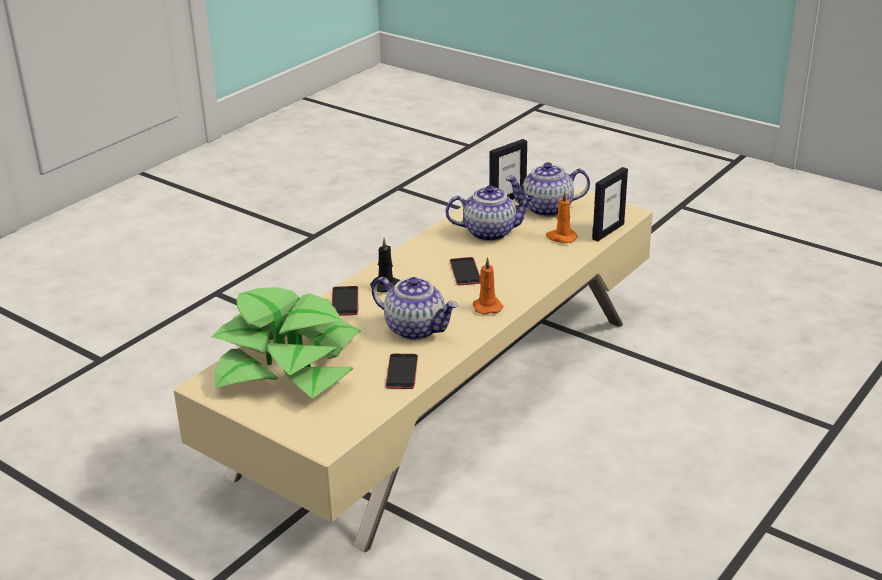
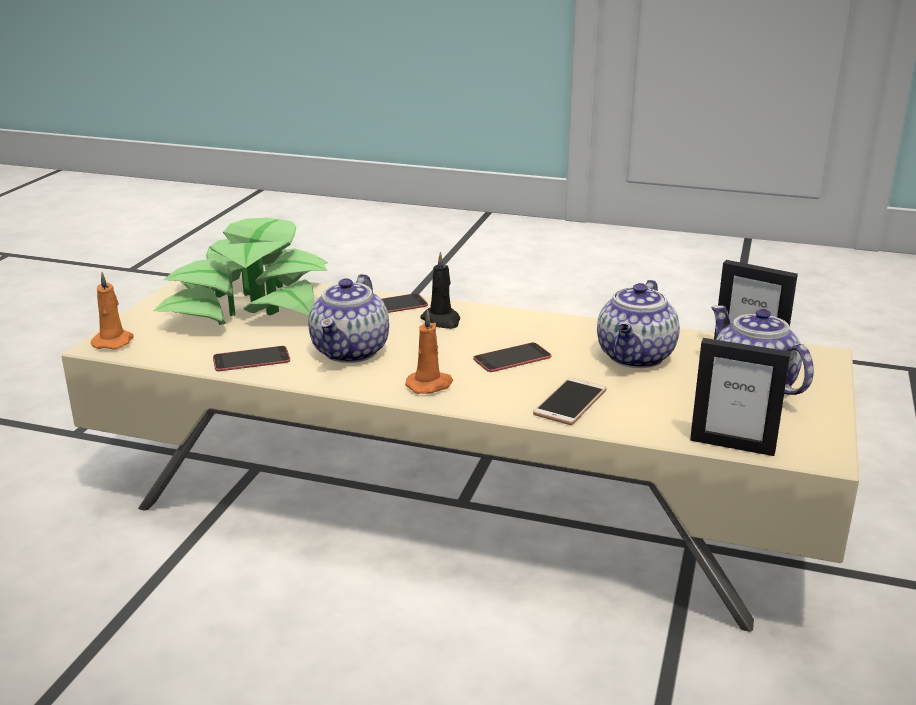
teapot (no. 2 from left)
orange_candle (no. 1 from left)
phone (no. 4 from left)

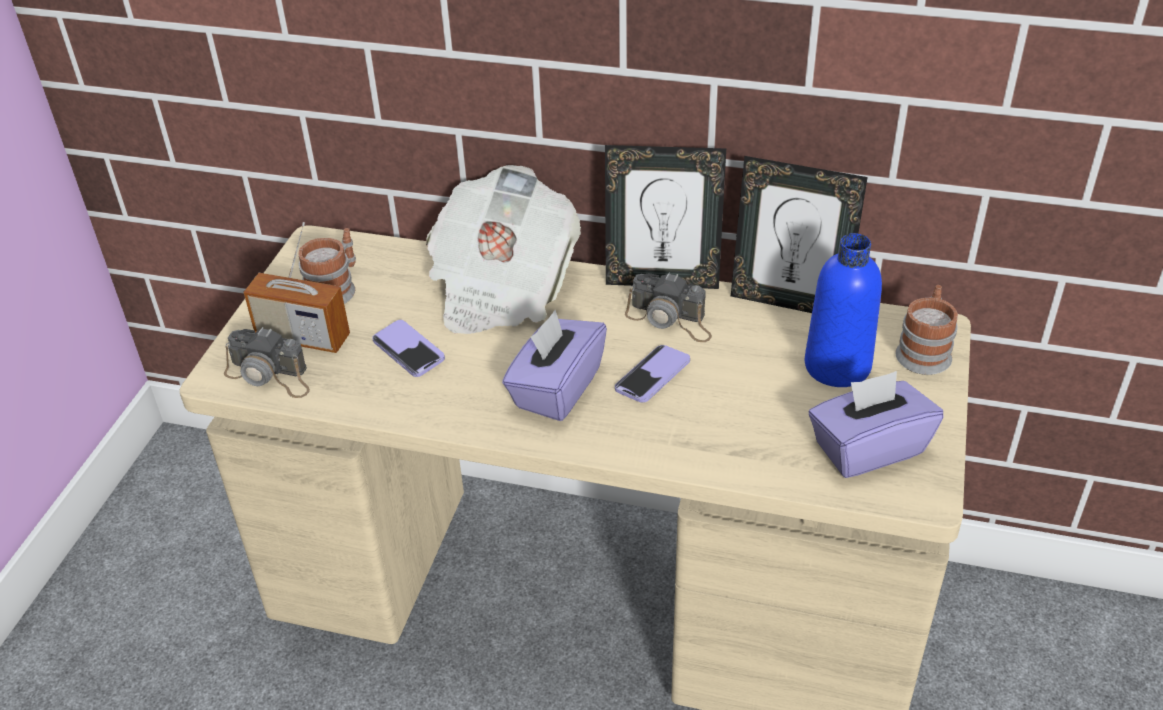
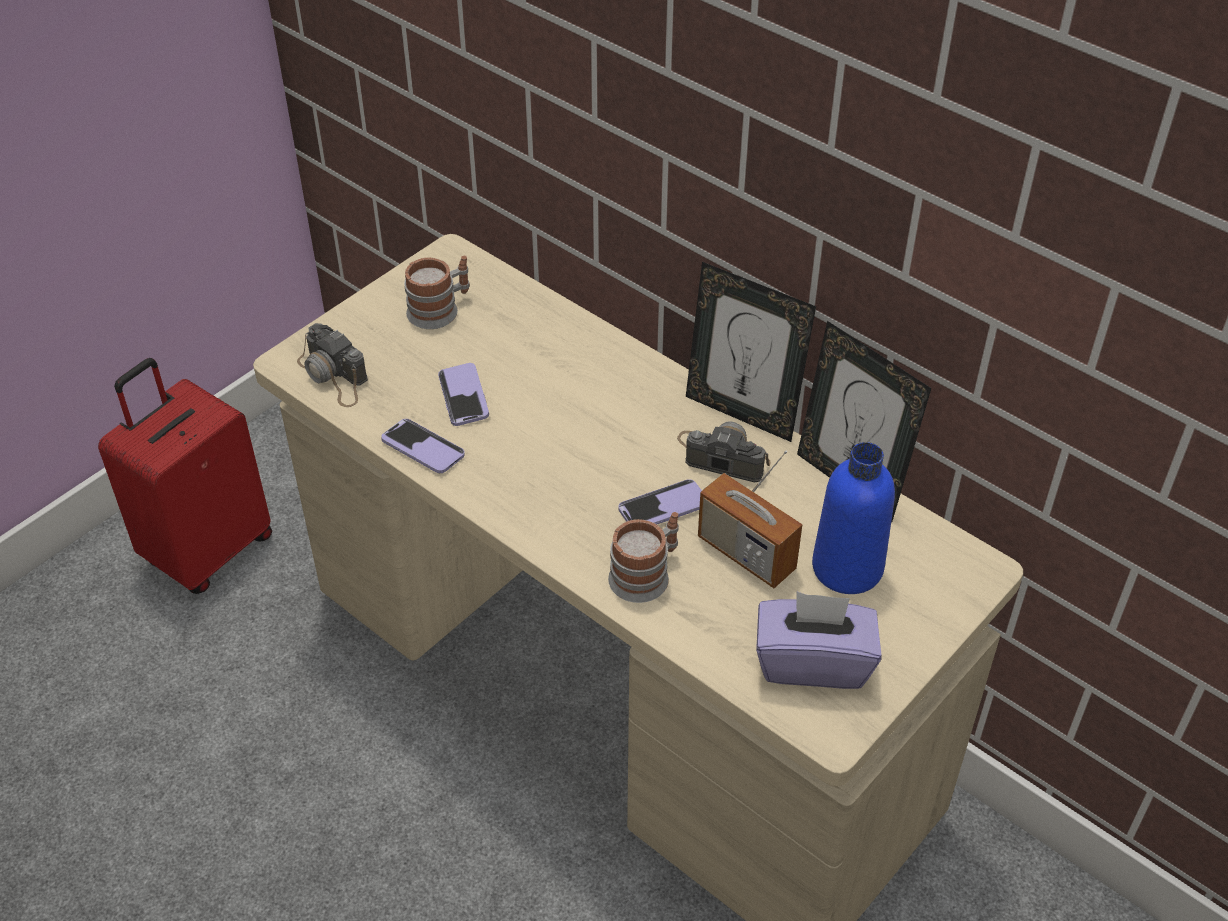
newspaper
radio
photo_camera (no. 2 from left)
mug (no. 2 from left)
purple_tissue_box (no. 1 from left in the first image)
red_suitcase
phone (no. 1 from left)

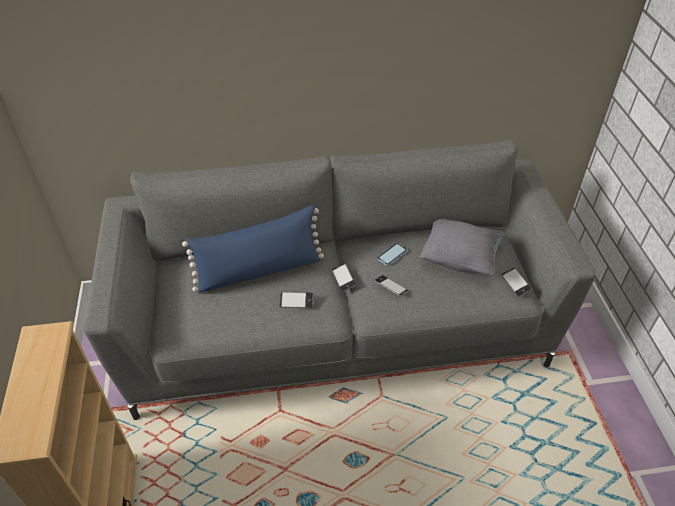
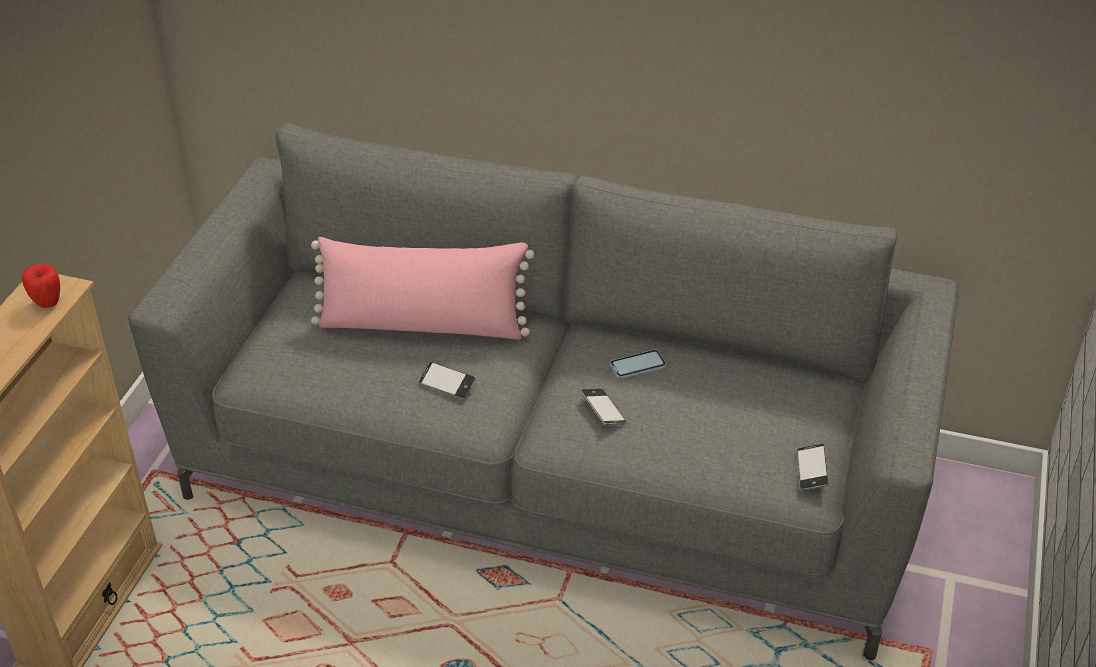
pink_pillow
grey_pillow
phone (no. 2 from left in the first image)
apple

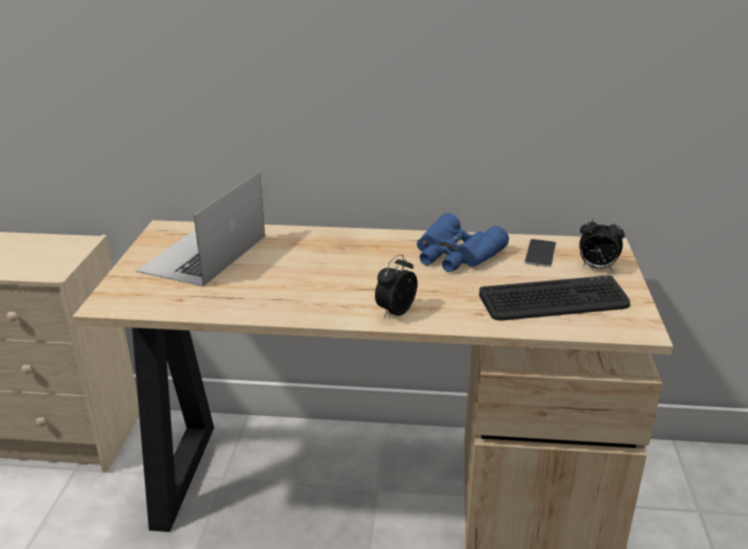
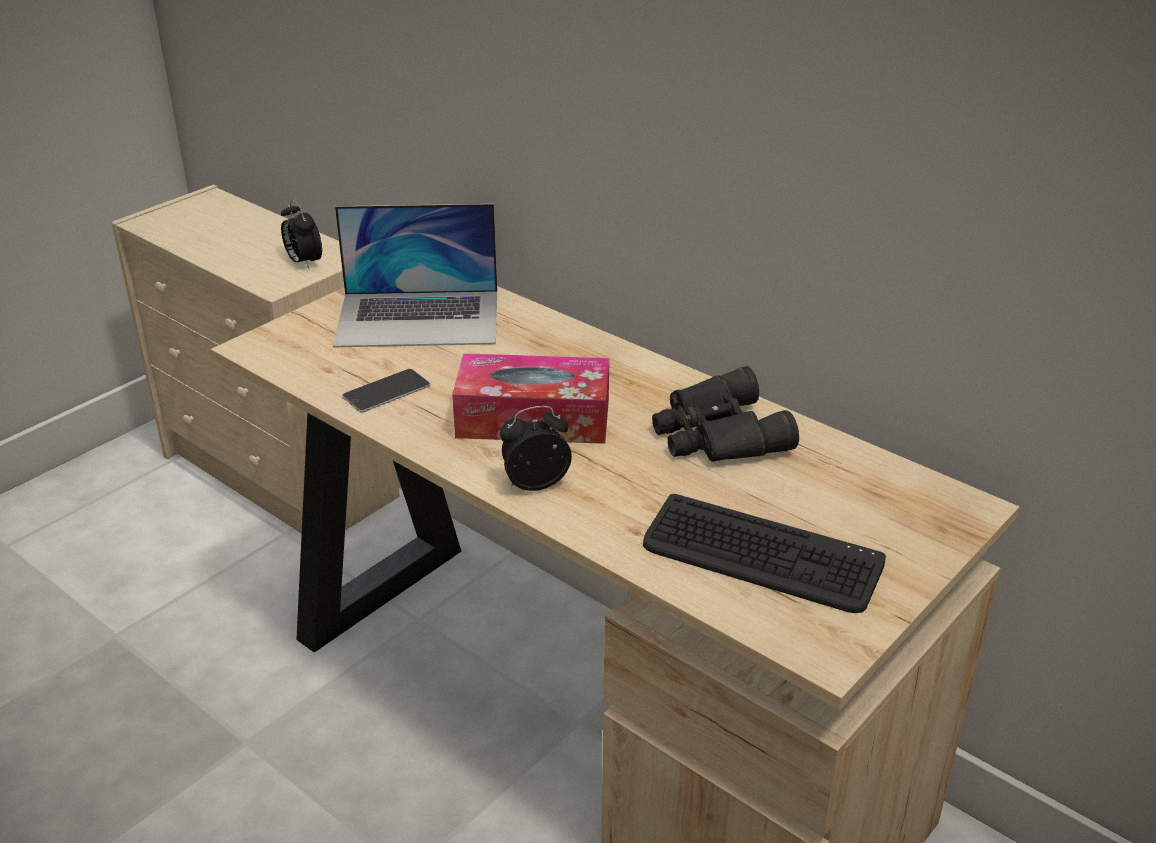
laptop
black_binoculars
alarm_clock (no. 1 from left)
phone
tissue_box

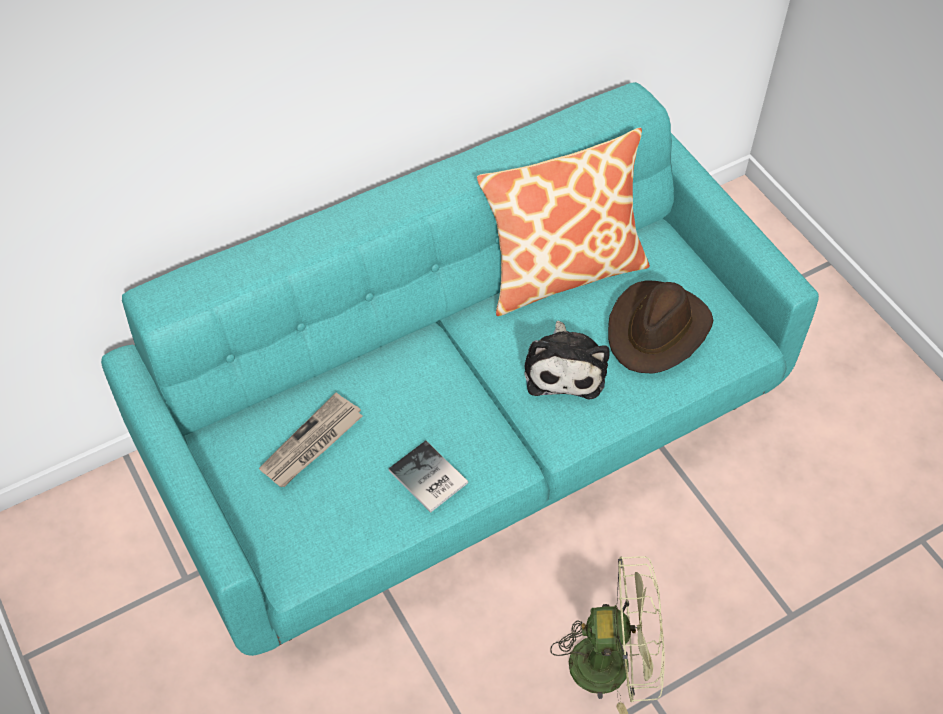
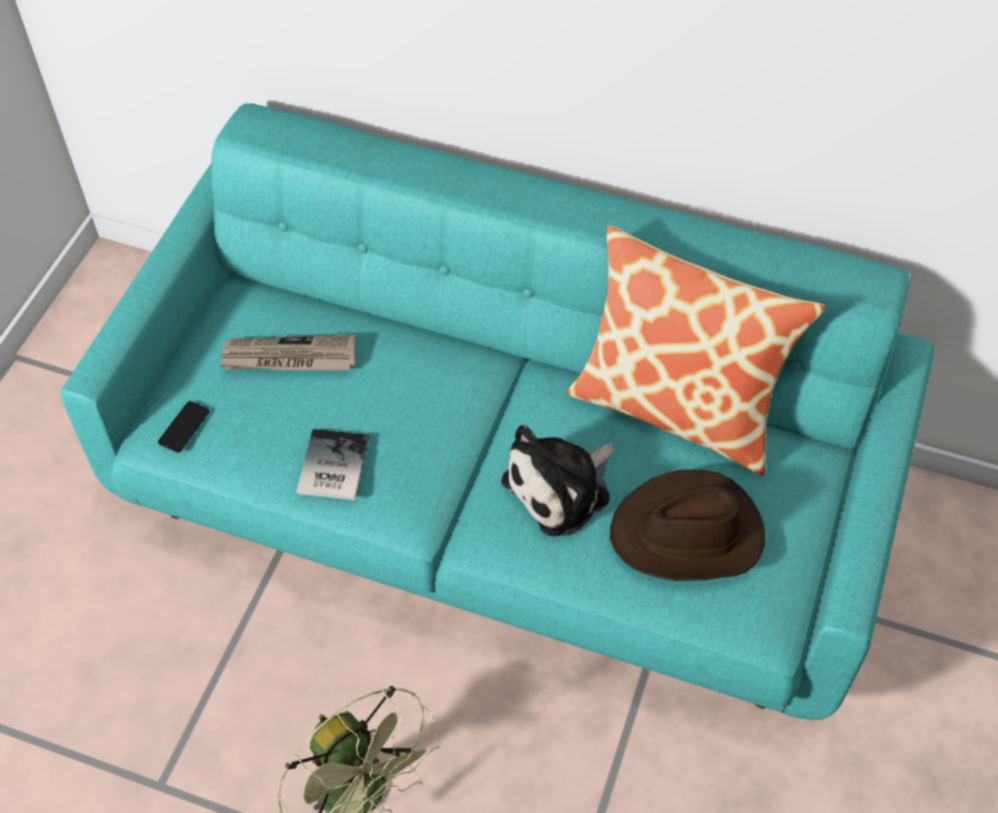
phone

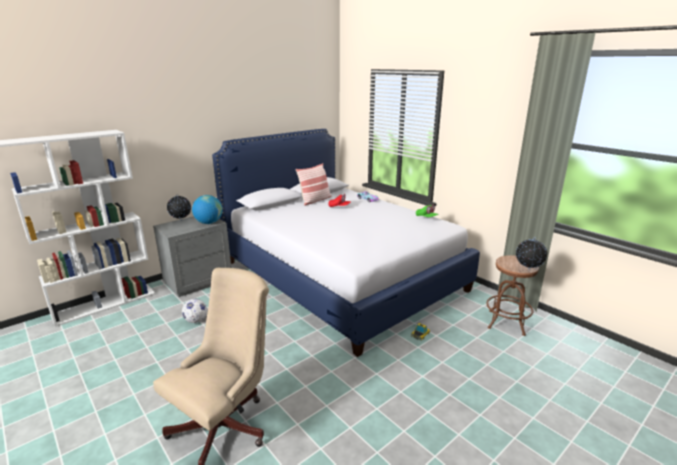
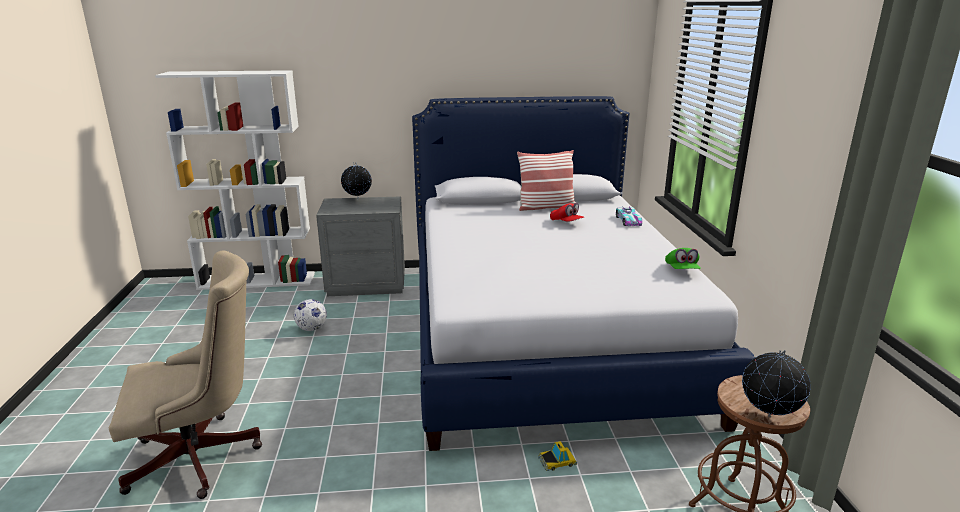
globe (no. 2 from left in the first image)

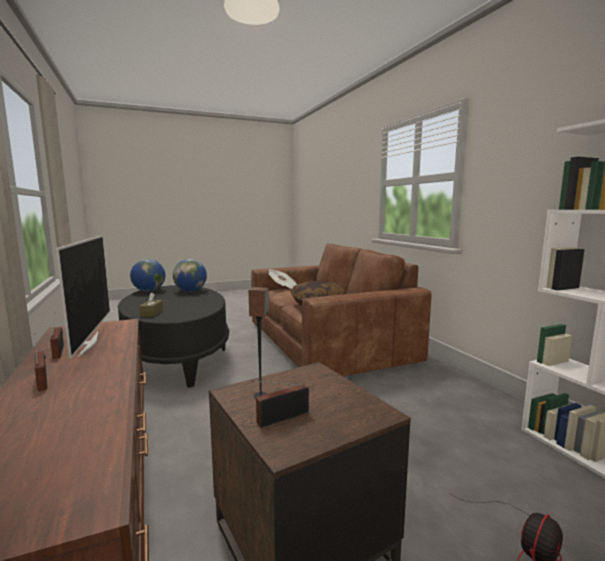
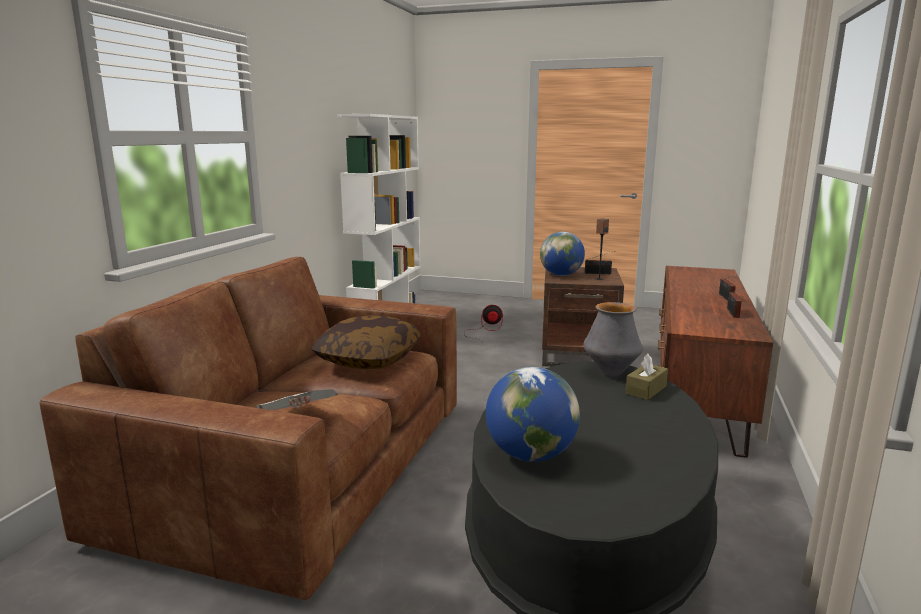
television
globe (no. 2 from left)
vase

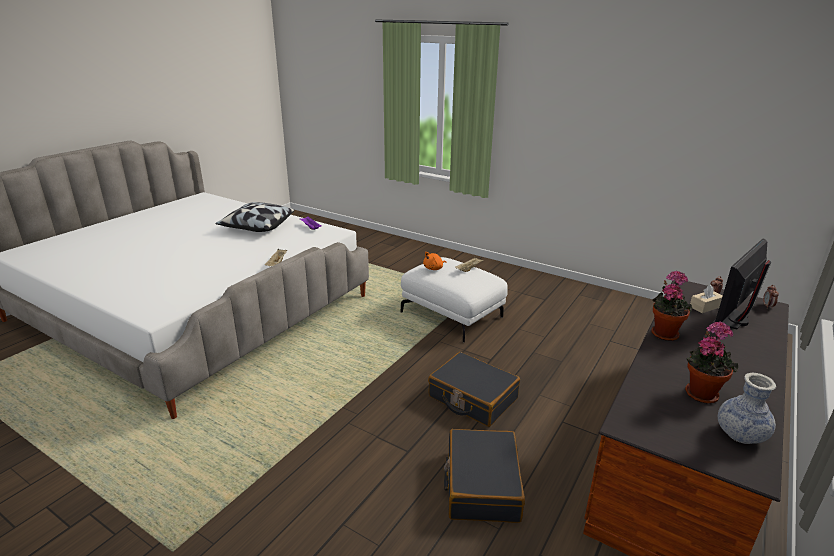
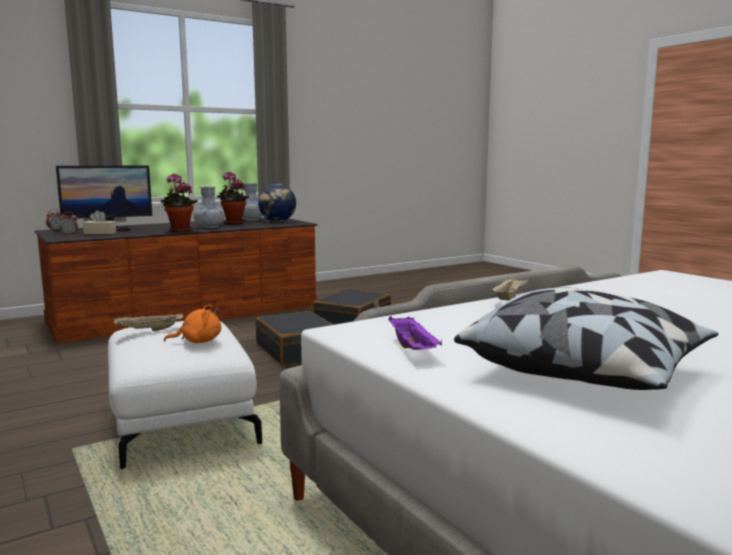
globe
vase (no. 1 from left)

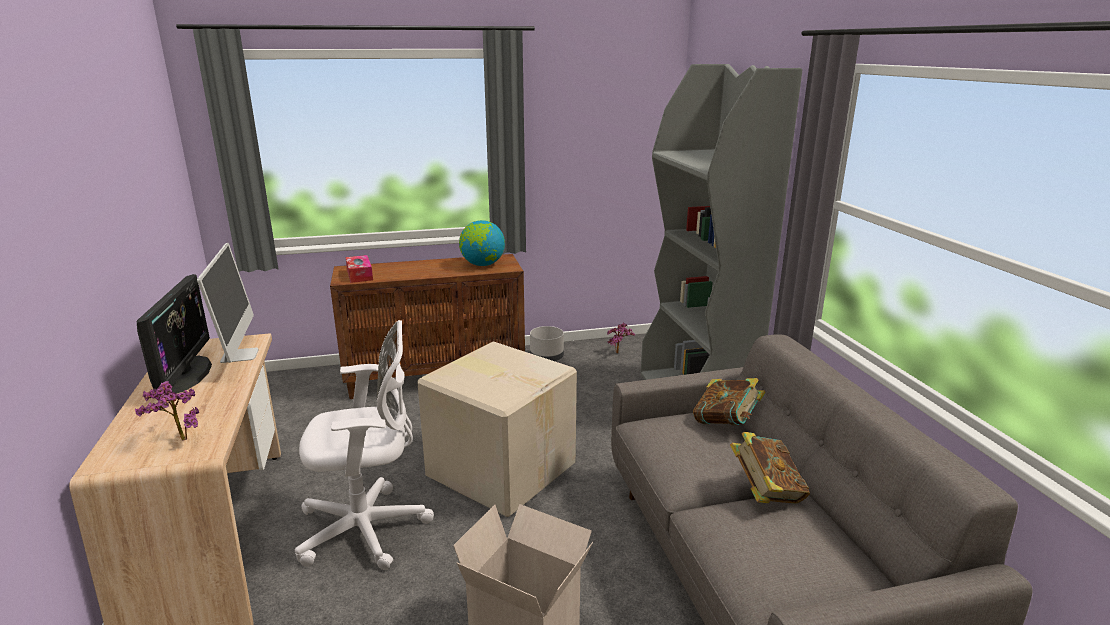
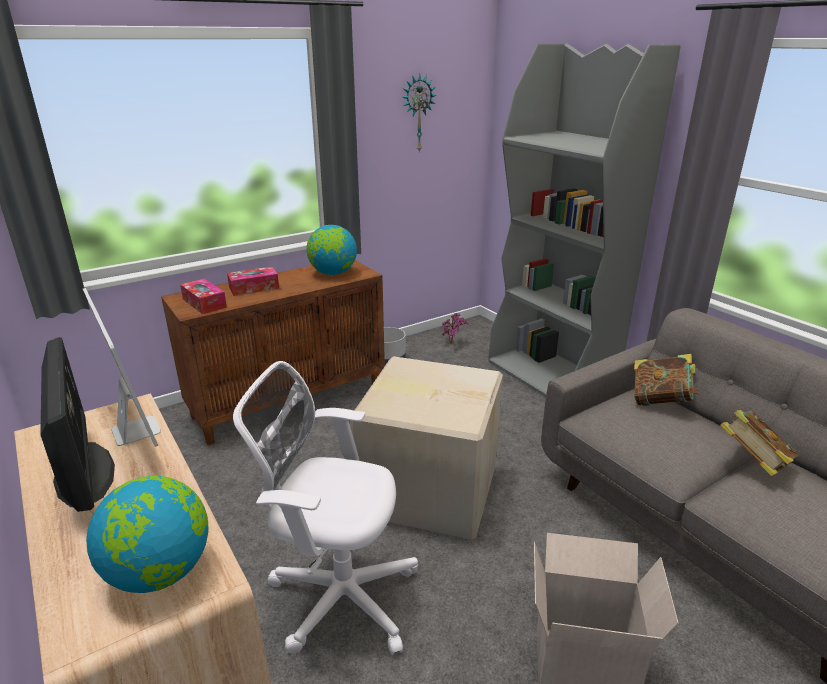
white_office_chair
globe (no. 1 from left)
wall_clock
tissue_box (no. 2 from left)

